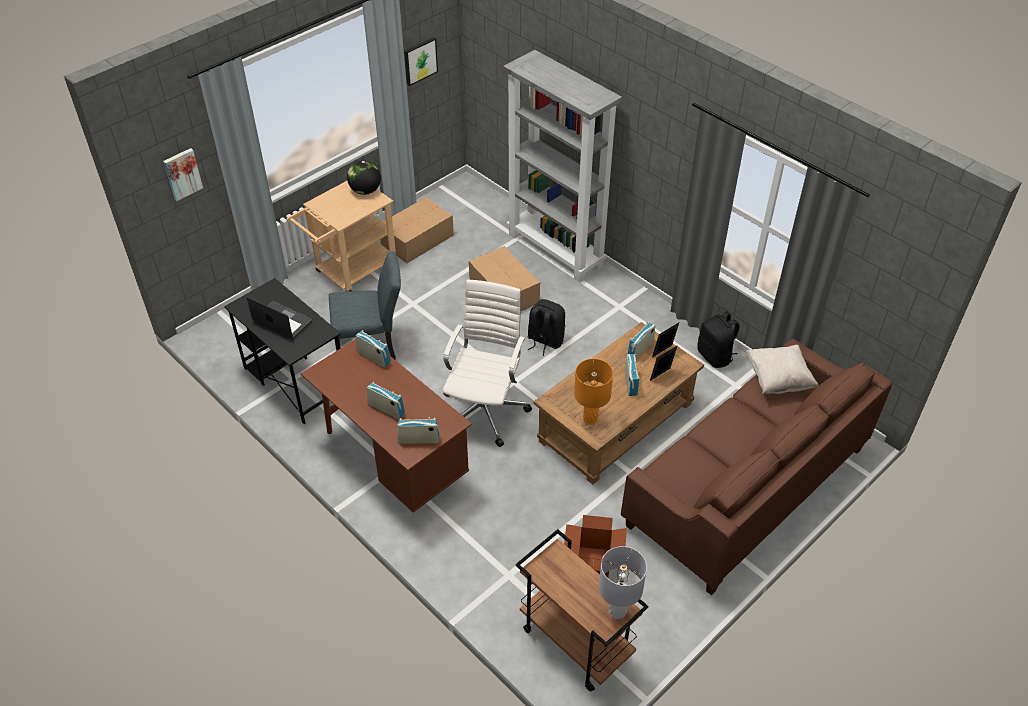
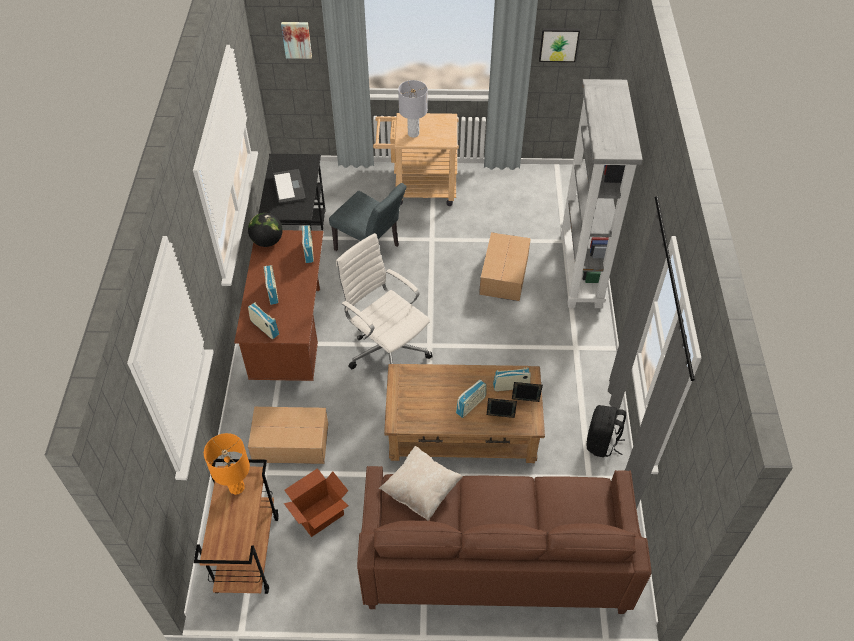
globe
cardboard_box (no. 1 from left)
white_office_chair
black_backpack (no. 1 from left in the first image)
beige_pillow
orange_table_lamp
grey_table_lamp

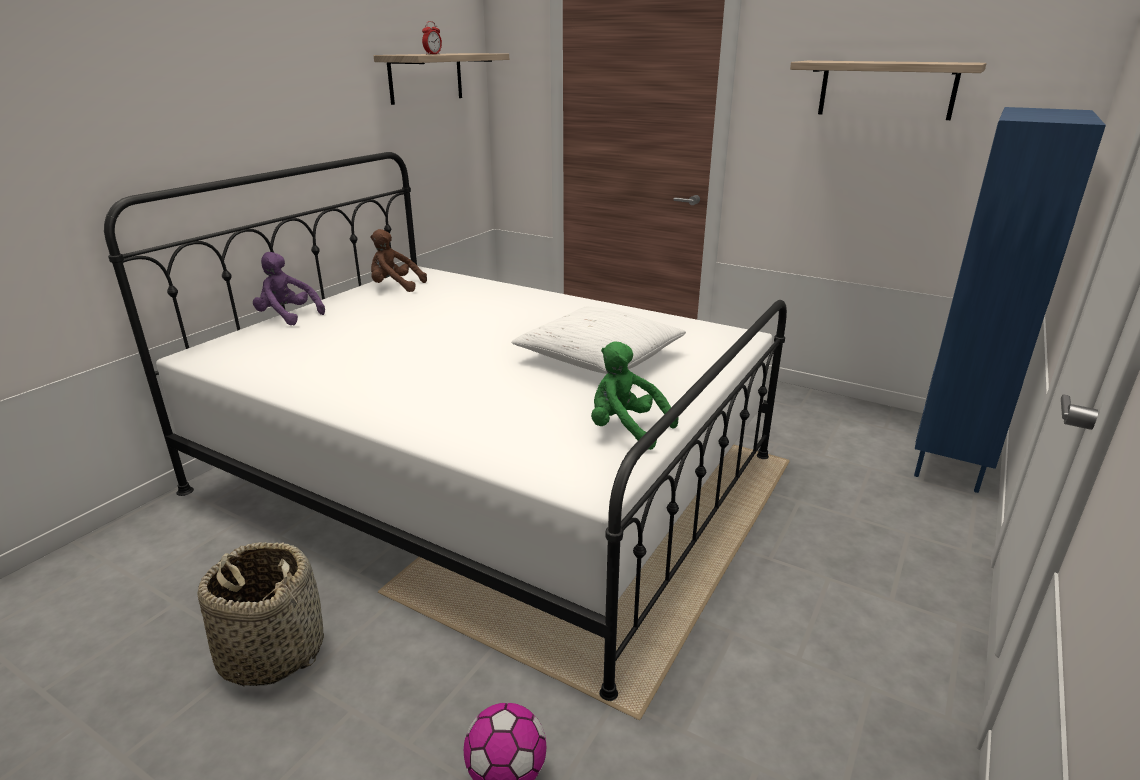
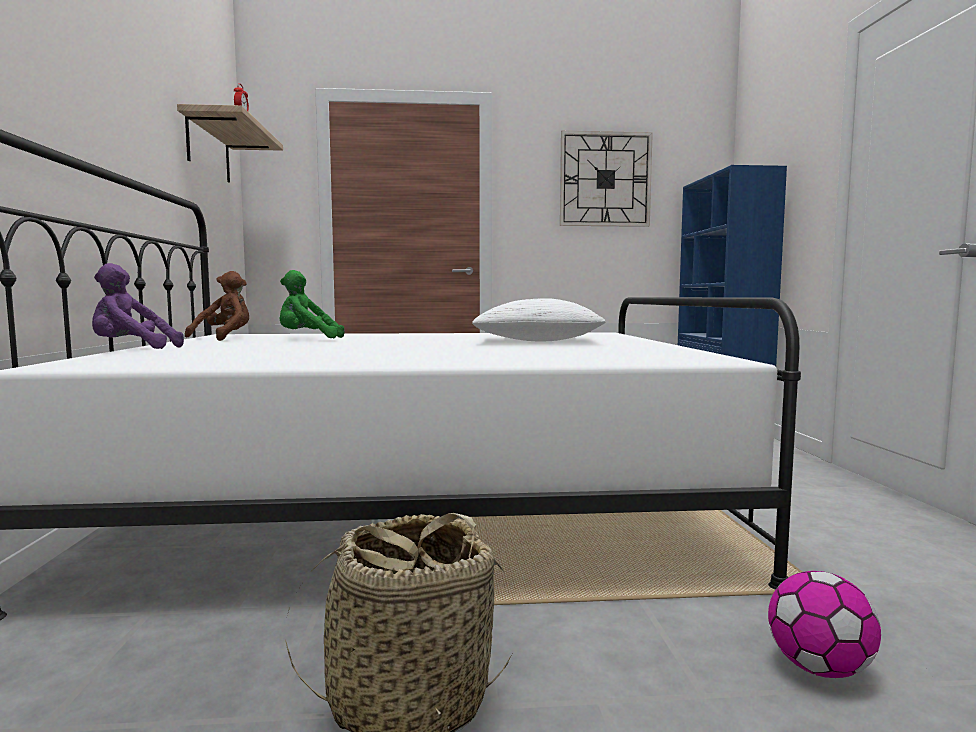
wall_clock
brown_plush_toy
green_plush_toy

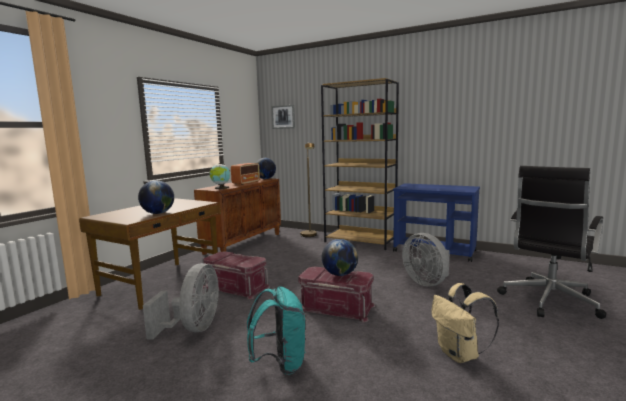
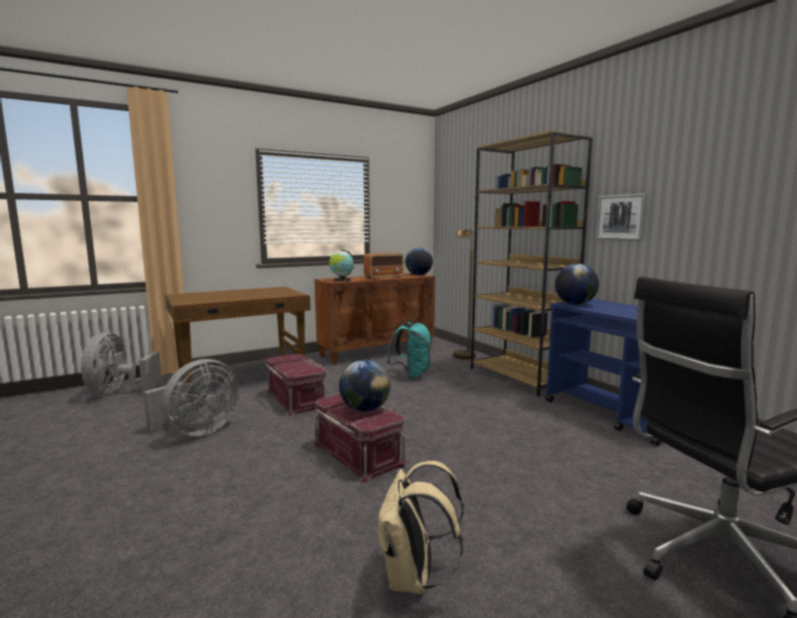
picture
globe (no. 4 from left)
grey_fan (no. 1 from left)
turquoise_backpack

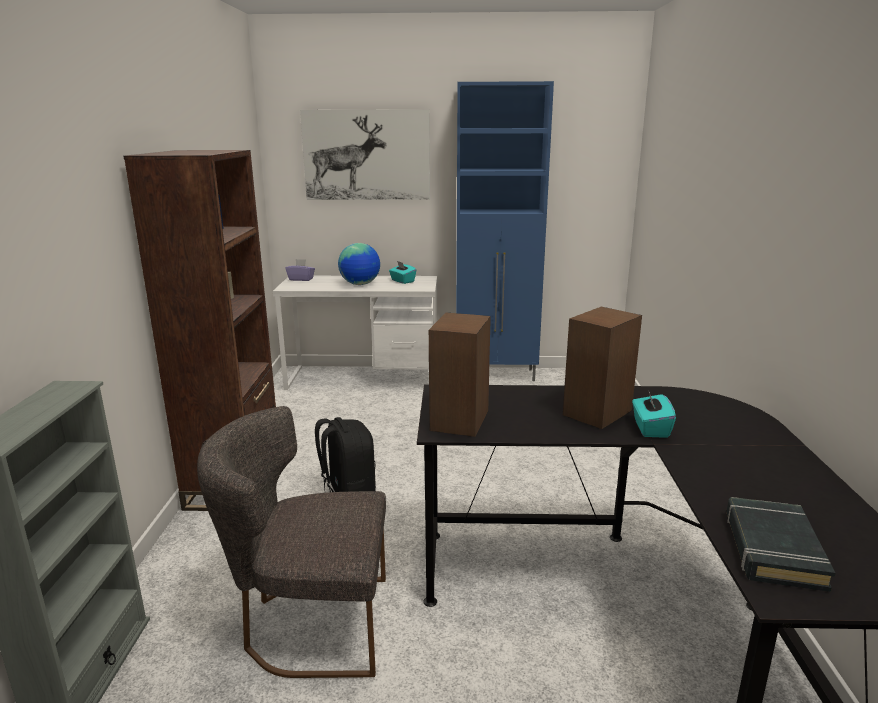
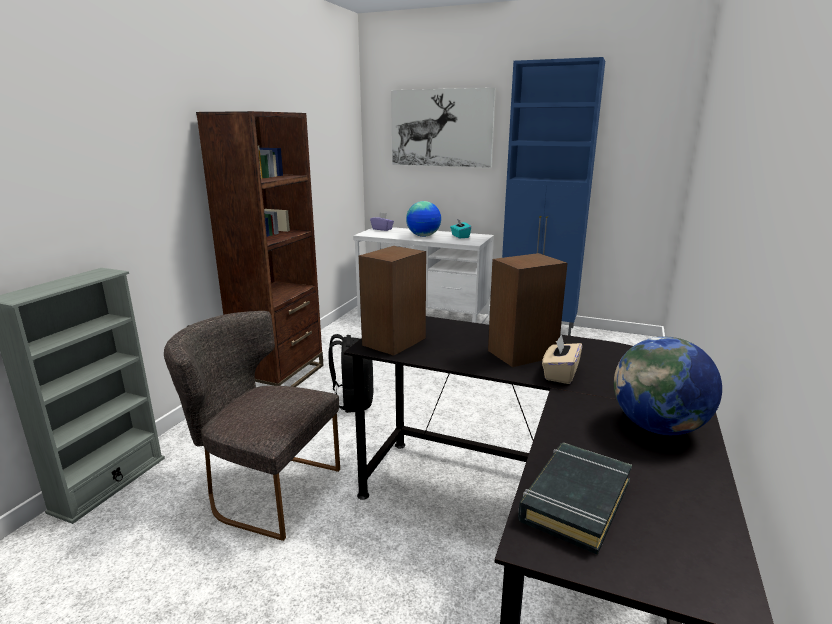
beige_tissue_box
globe (no. 2 from left)

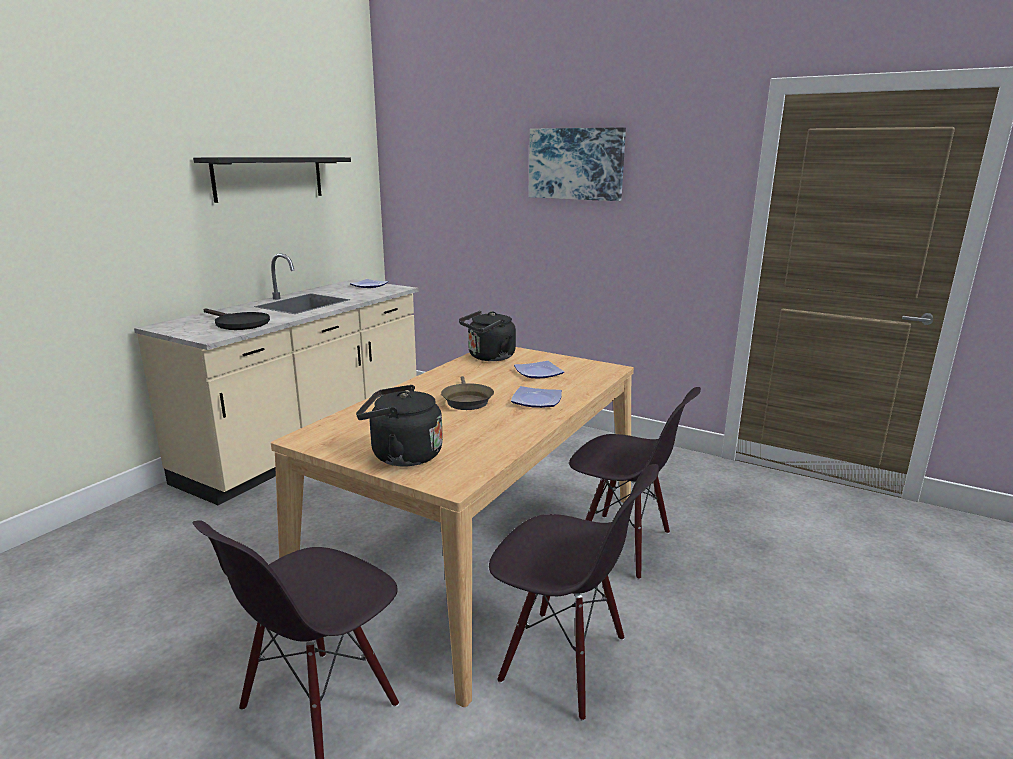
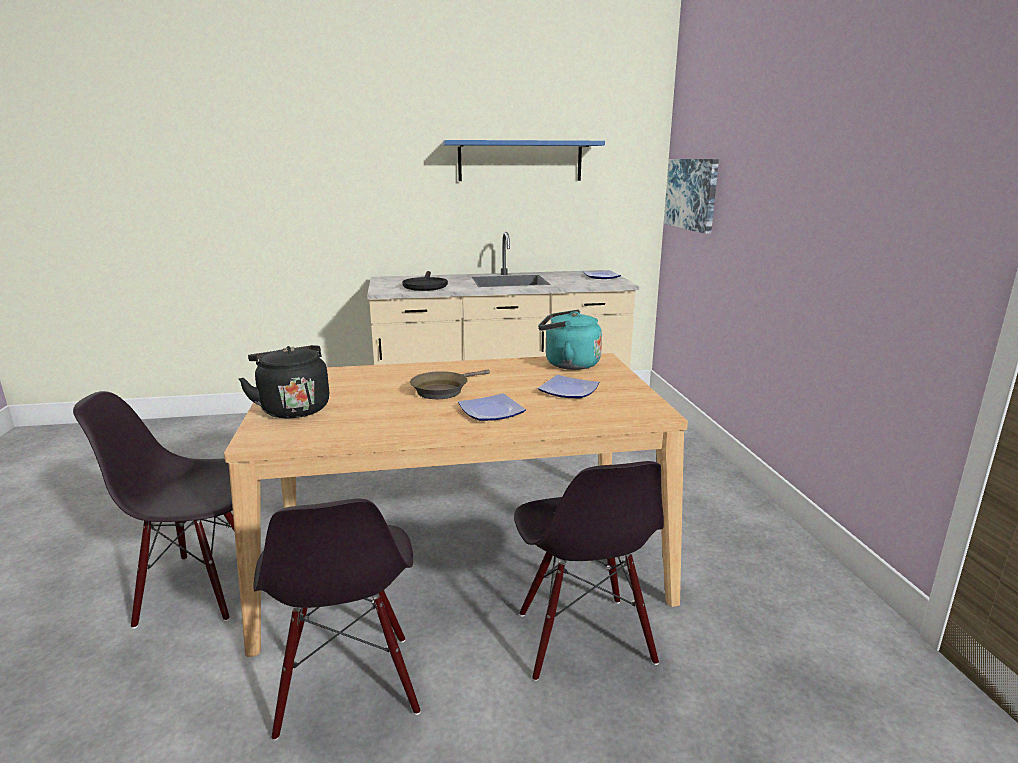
picture
blue_shelf
turquoise_kettle

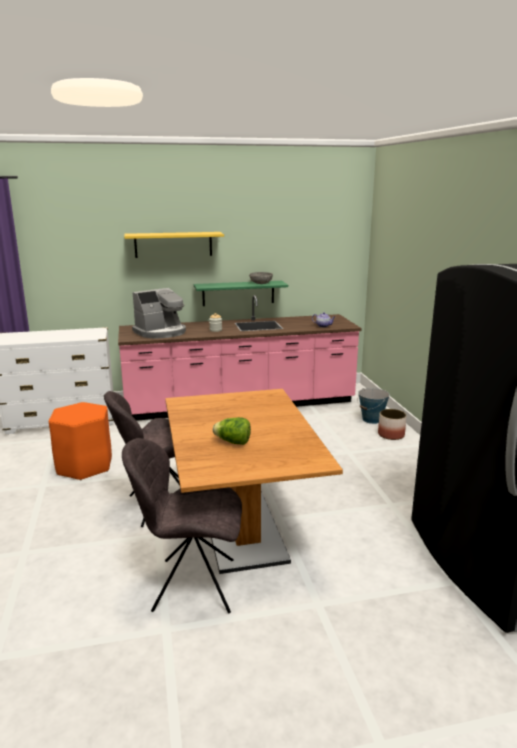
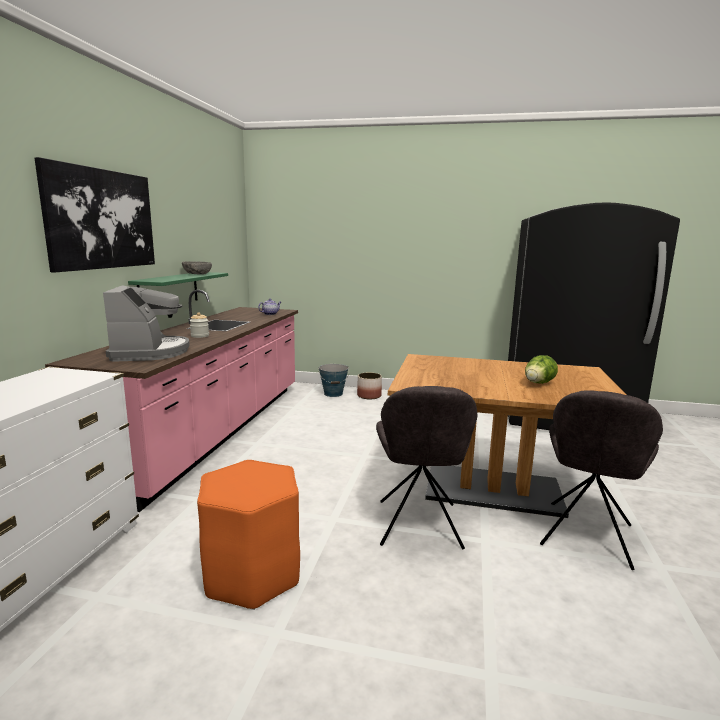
picture

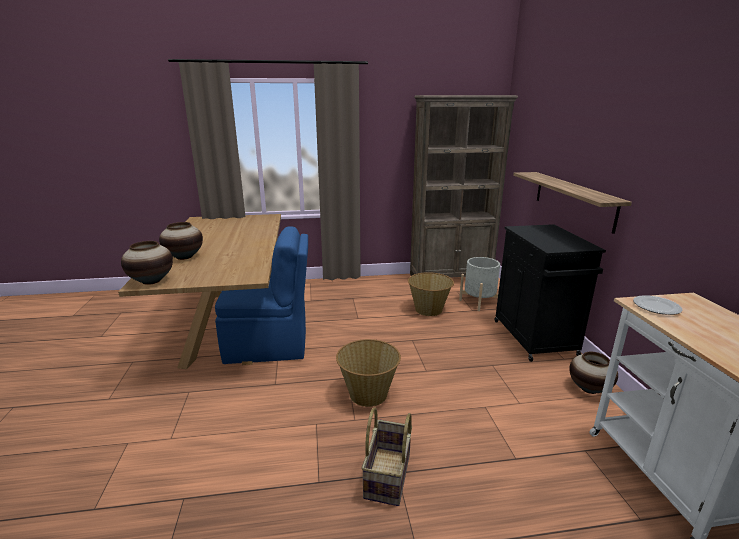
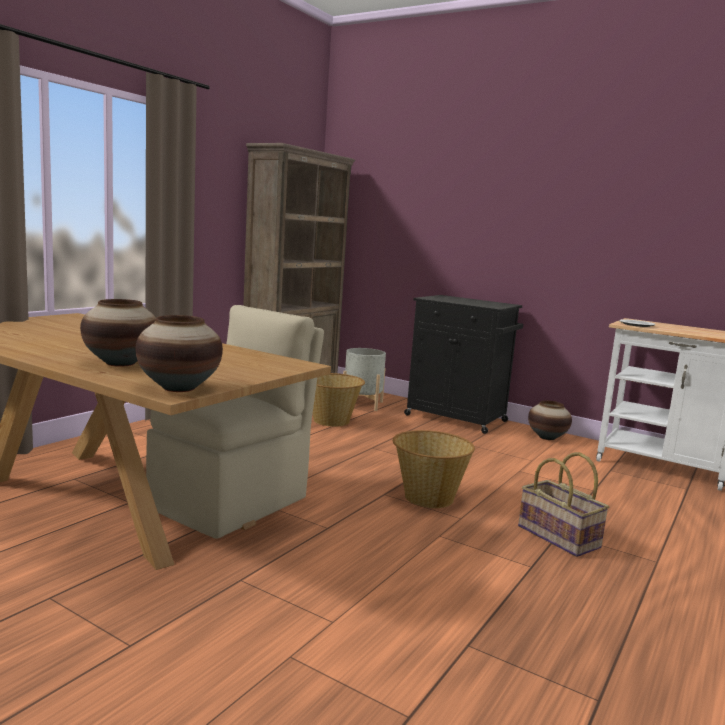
shelf
beige_chair

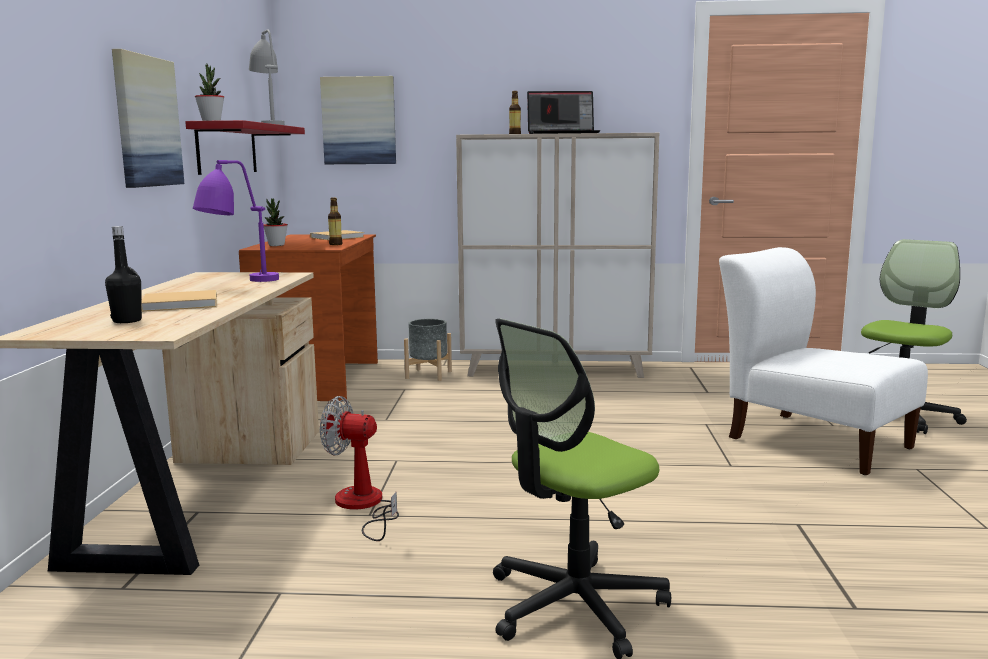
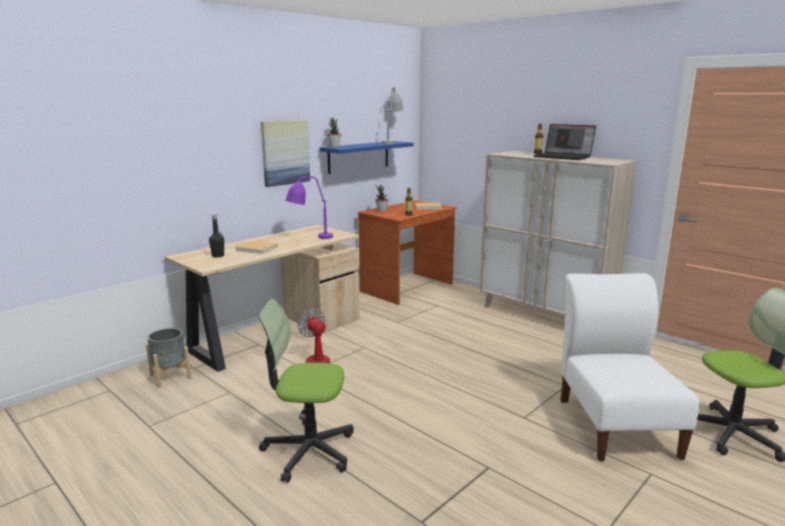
picture (no. 2 from left in the first image)
blue_shelf
grey_planter

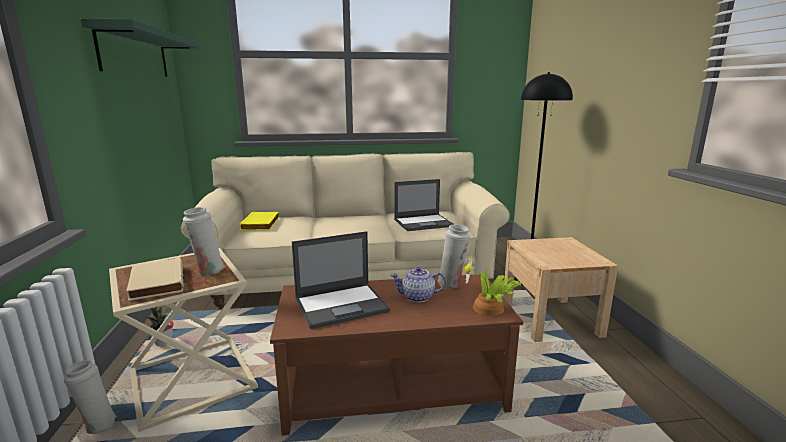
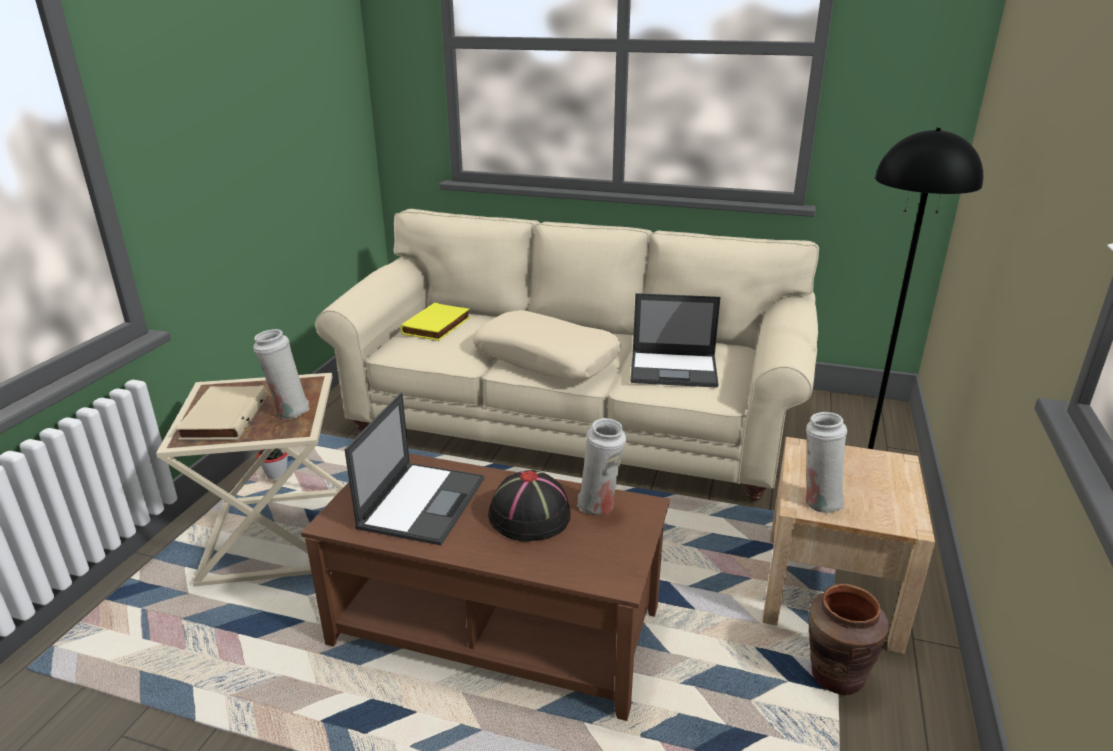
green_shelf
laptop (no. 1 from left)
potted_plant (no. 2 from left in the first image)
black_hat
white_vase (no. 3 from left)
beige_pillow
brown_vase

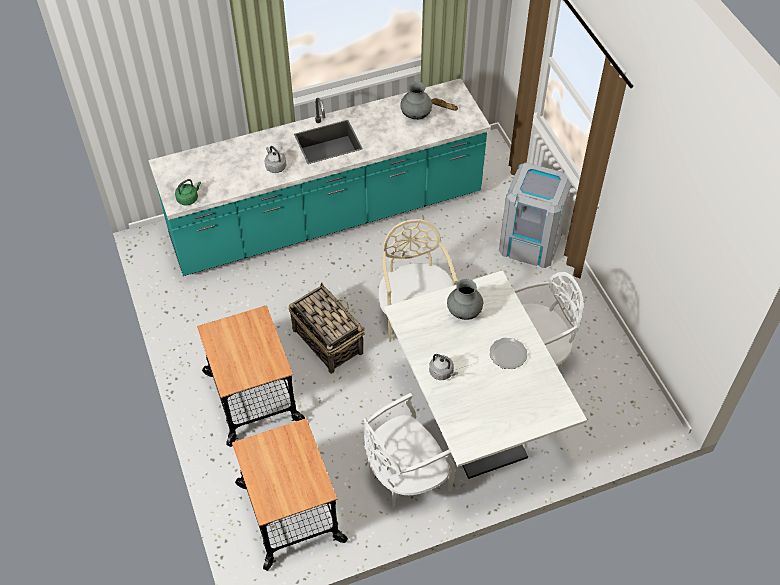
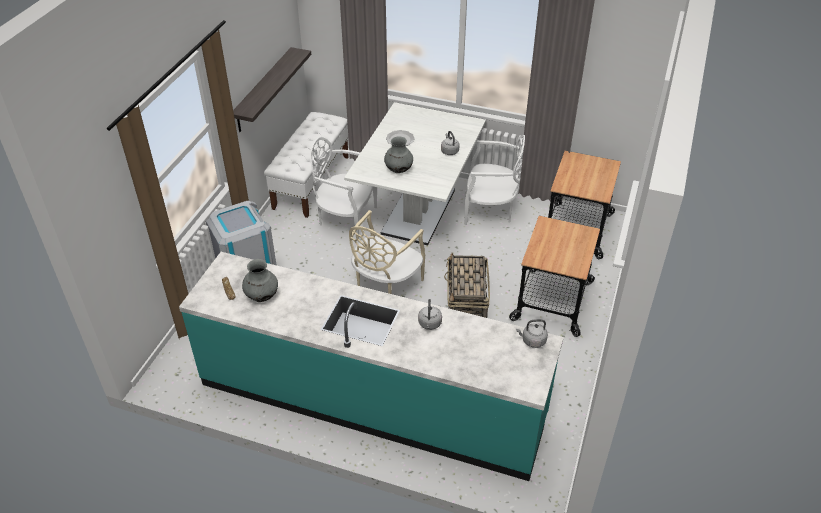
grey_kettle (no. 3 from left)
shelf
white_bench

